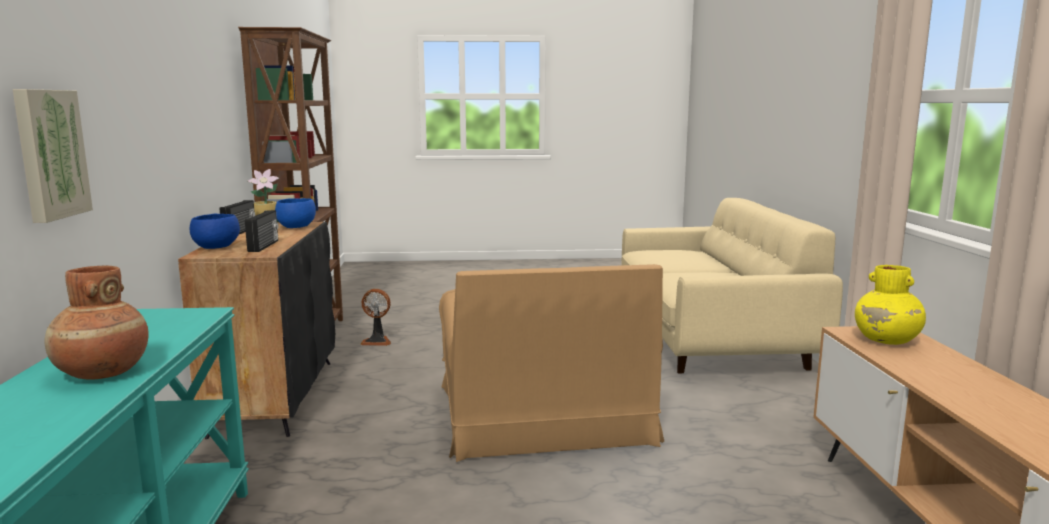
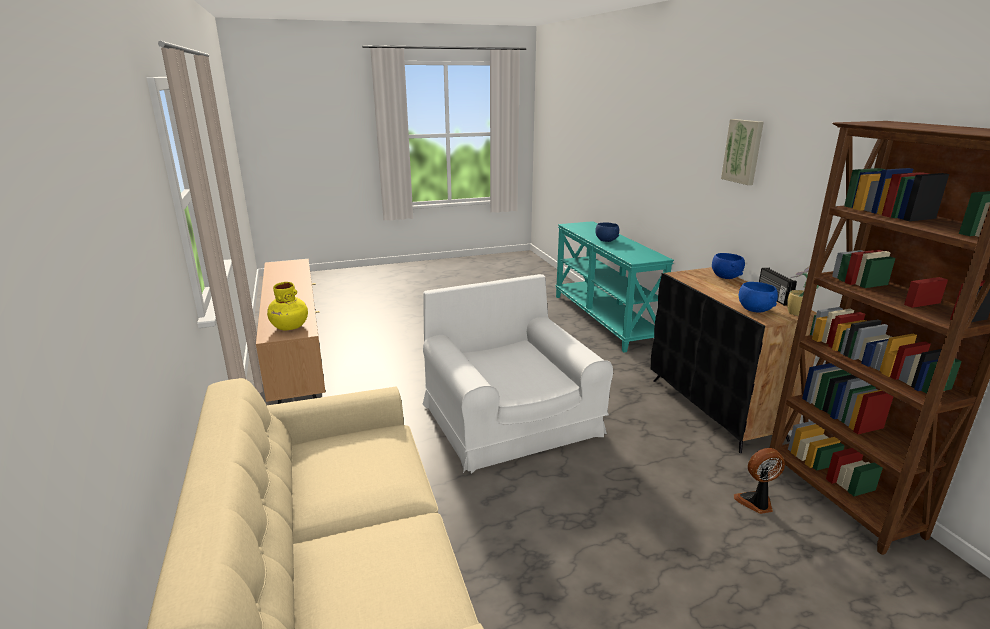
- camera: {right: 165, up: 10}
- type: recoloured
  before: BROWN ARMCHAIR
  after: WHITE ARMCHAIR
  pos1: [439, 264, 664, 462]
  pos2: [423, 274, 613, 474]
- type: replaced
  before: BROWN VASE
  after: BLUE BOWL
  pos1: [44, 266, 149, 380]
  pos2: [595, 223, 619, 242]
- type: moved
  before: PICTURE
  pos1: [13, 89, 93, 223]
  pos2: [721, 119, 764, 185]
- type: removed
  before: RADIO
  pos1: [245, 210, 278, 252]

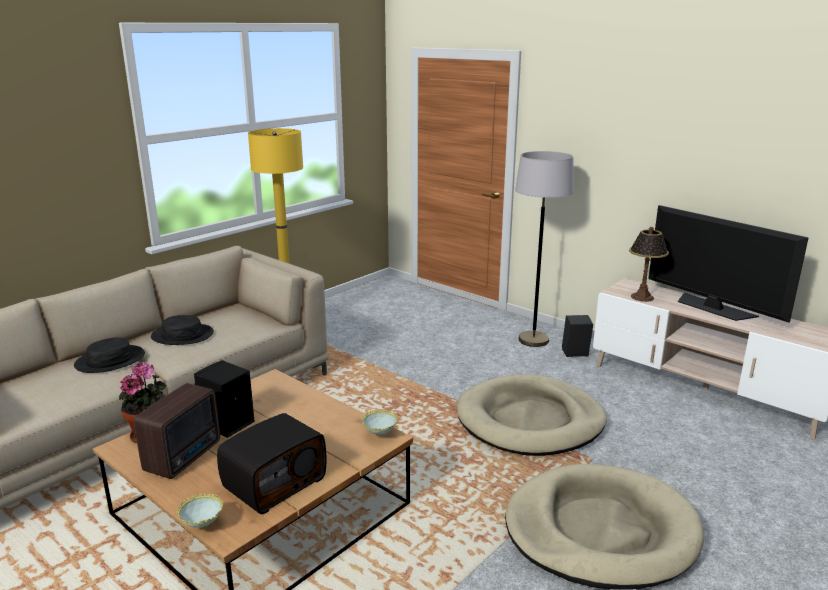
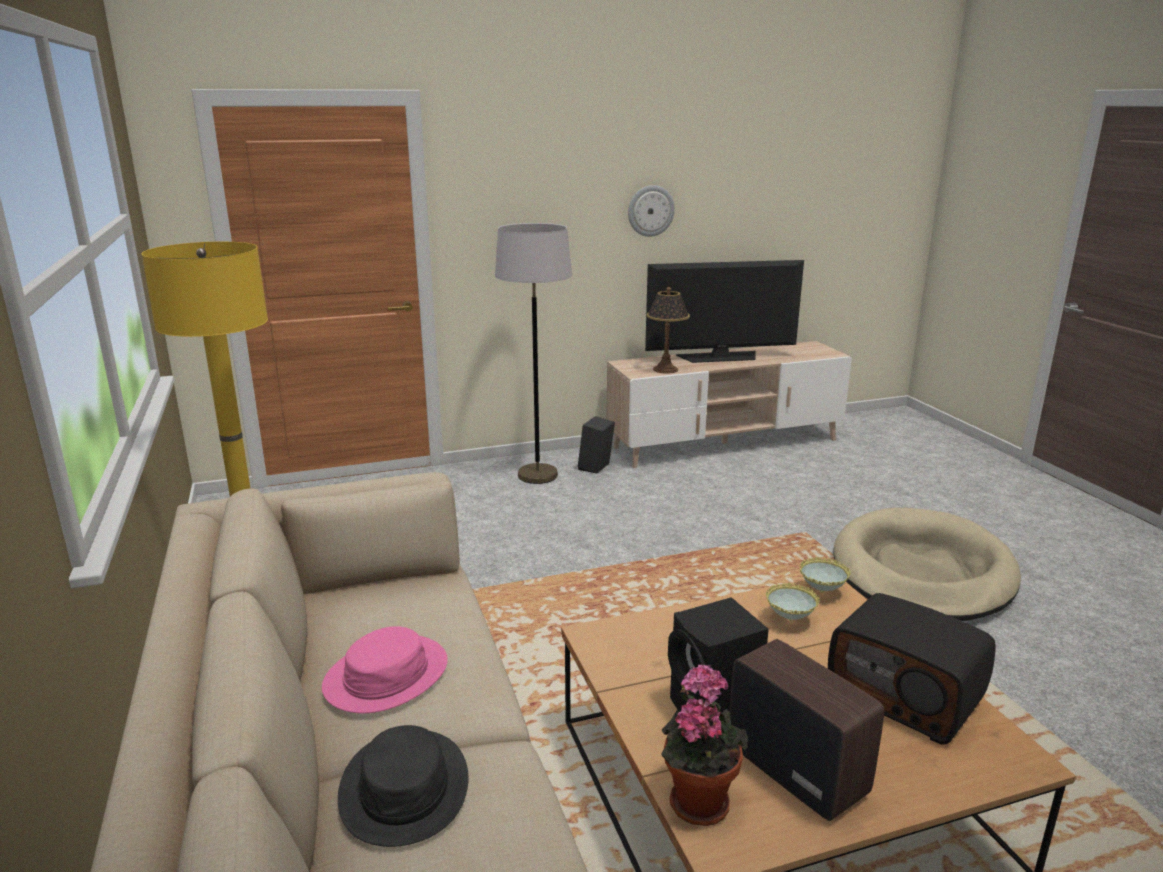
- camera: {right: -60, up: 0}
- type: recoloured
  before: BLACK HAT
  after: PINK HAT
  pos1: [151, 315, 214, 345]
  pos2: [322, 626, 448, 713]
- type: added
  after: WALL CLOCK
  pos2: [628, 185, 675, 237]
- type: moved
  before: BOWL
  pos1: [177, 493, 223, 528]
  pos2: [766, 582, 820, 621]
- type: turned
  before: RADIO
  pos1: [217, 413, 326, 514]
  pos2: [828, 593, 995, 744]
  turn: 150
- type: removed
  before: BEIGE DOG BED
  pos1: [457, 374, 607, 456]

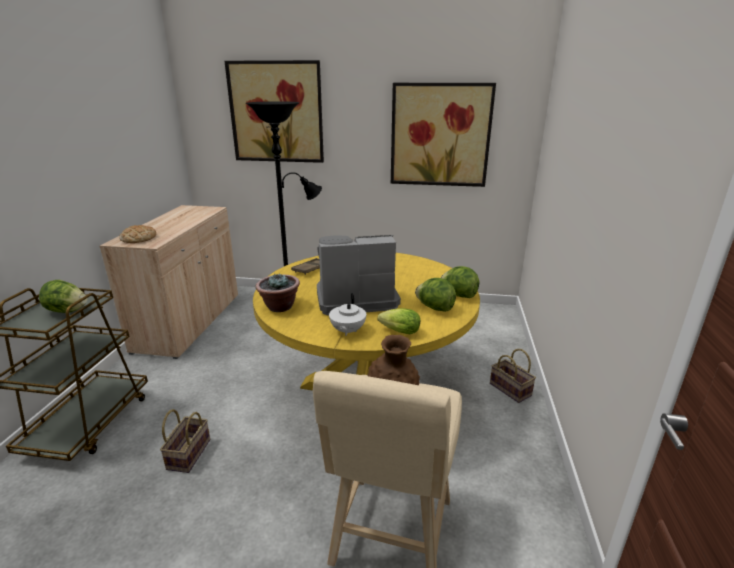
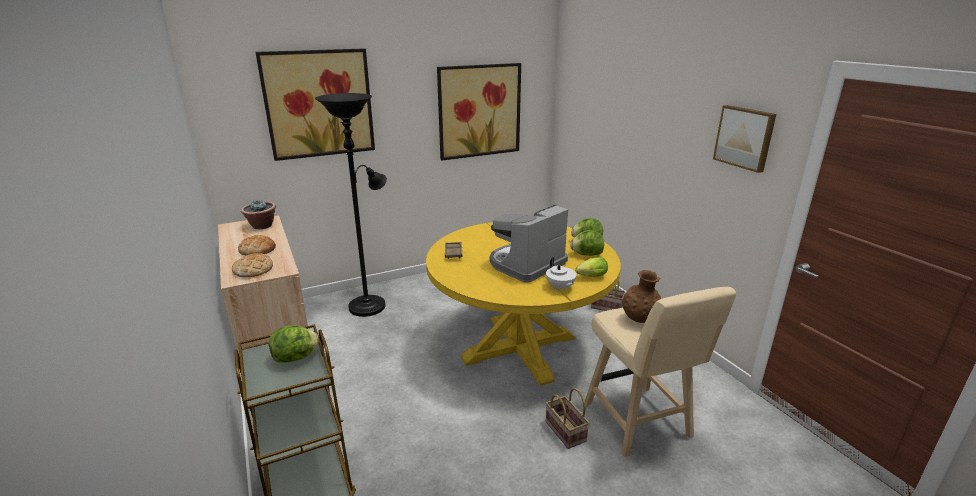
- camera: {right: -35, up: 0}
- type: added
  after: BREAD
  pos2: [238, 235, 276, 256]
- type: moved
  before: POTTED PLANT
  pos1: [255, 273, 300, 312]
  pos2: [241, 201, 276, 229]
- type: moved
  before: BASKET
  pos1: [160, 409, 210, 473]
  pos2: [546, 388, 590, 449]
- type: added
  after: PICTURE
  pos2: [713, 105, 776, 173]

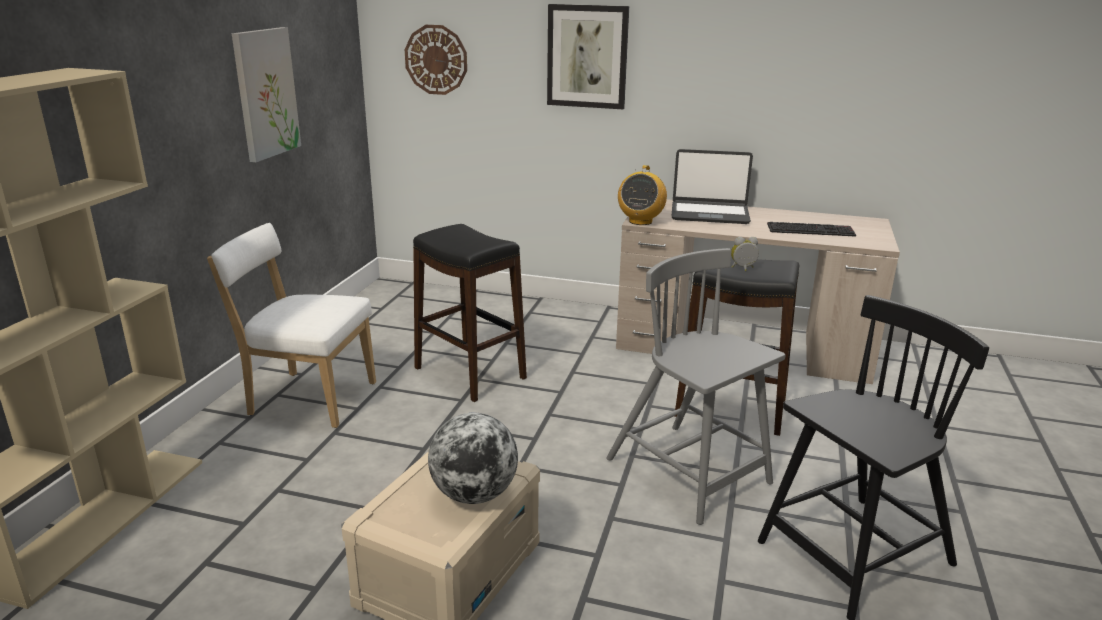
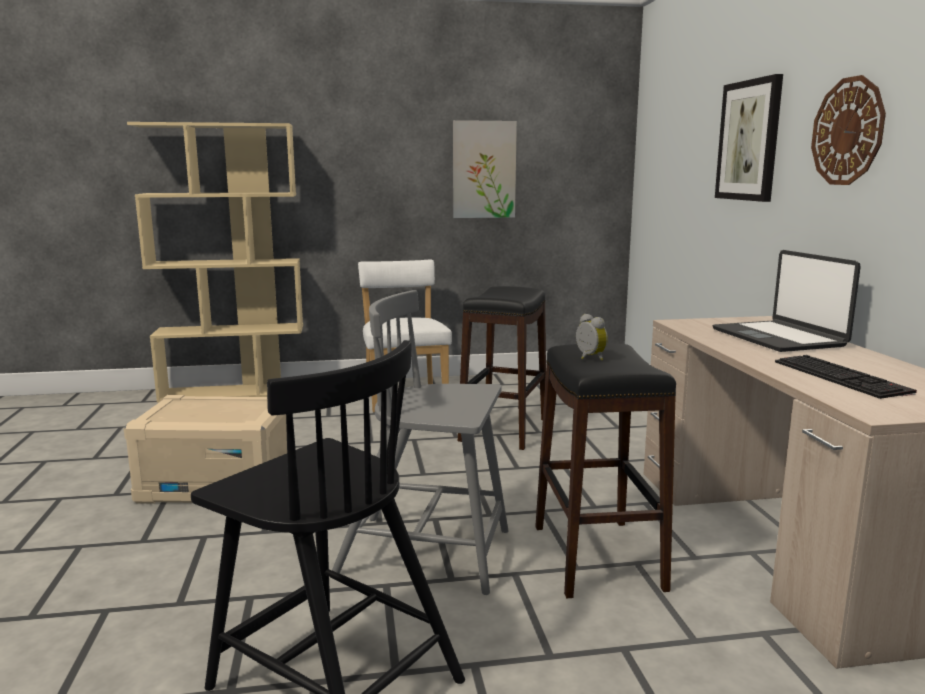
- camera: {right: 65, up: -10}
- type: turned
  before: GREY CHAIR
  pos1: [606, 248, 785, 525]
  pos2: [332, 290, 509, 595]
  turn: -105
- type: moved
  before: WALL CLOCK
  pos1: [405, 25, 467, 95]
  pos2: [811, 75, 886, 185]
- type: removed
  before: GLOBE
  pos1: [428, 413, 518, 504]
- type: removed
  before: RADIO
  pos1: [618, 165, 667, 225]

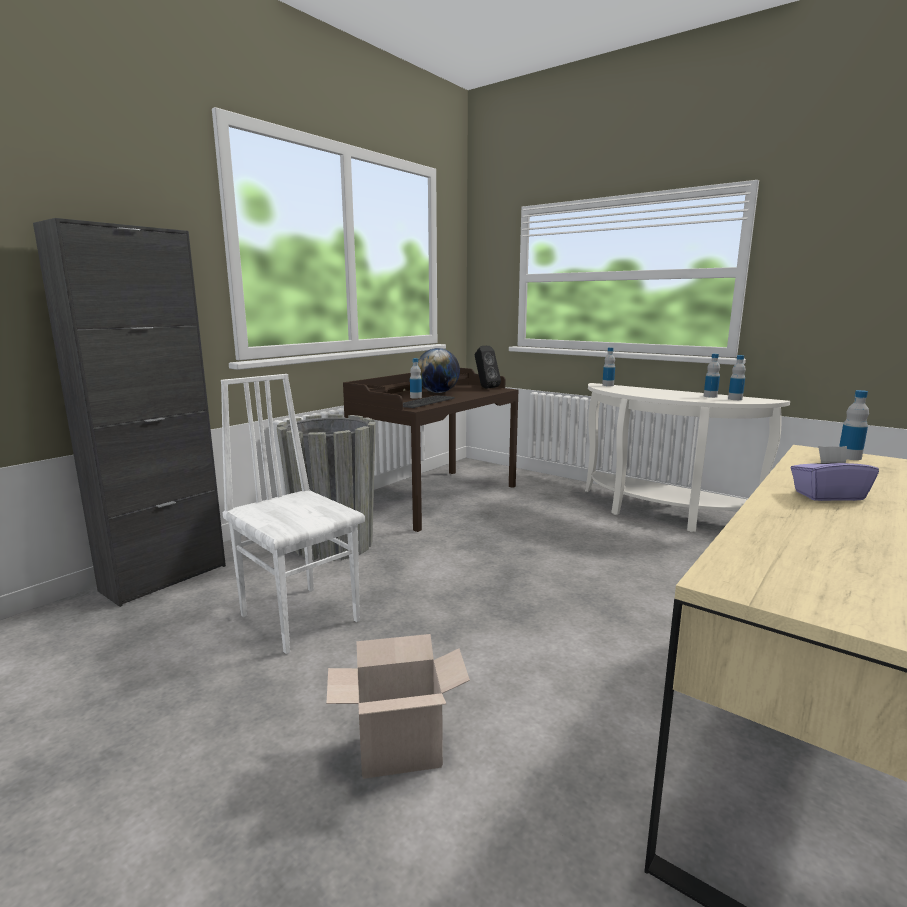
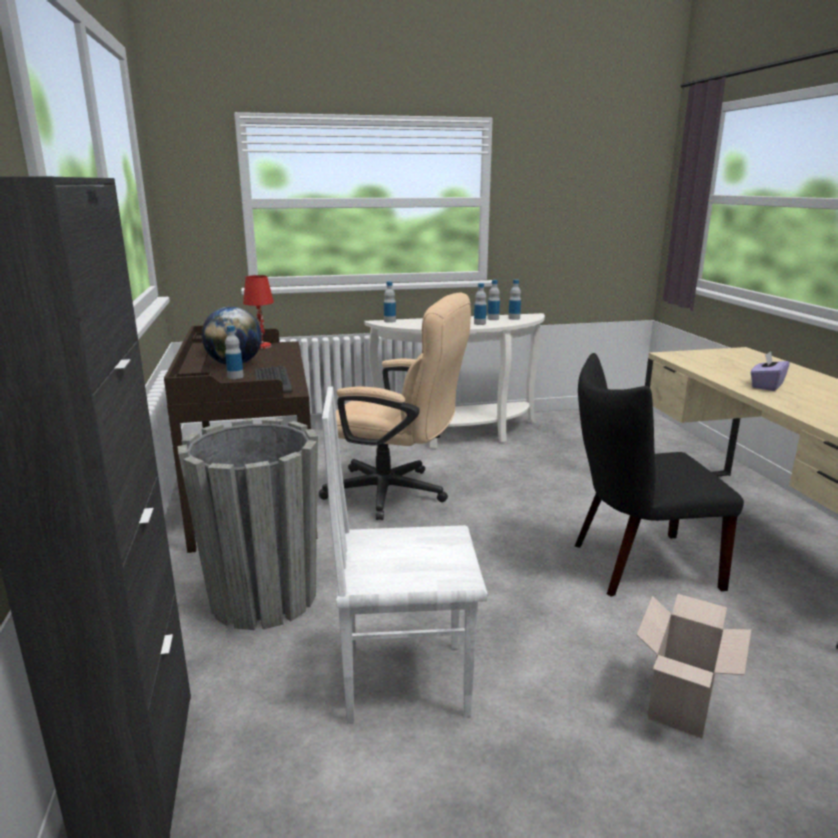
- camera: {right: -50, up: 5}
- type: replaced
  before: BLACK SPEAKER
  after: RED TABLE LAMP
  pos1: [475, 346, 501, 389]
  pos2: [243, 275, 274, 349]
- type: added
  after: BEIGE OFFICE CHAIR
  pos2: [319, 292, 471, 520]
- type: moved
  before: BOTTLE
  pos1: [839, 390, 869, 460]
  pos2: [474, 283, 487, 325]
- type: added
  after: BLACK CHAIR
  pos2: [575, 353, 744, 597]

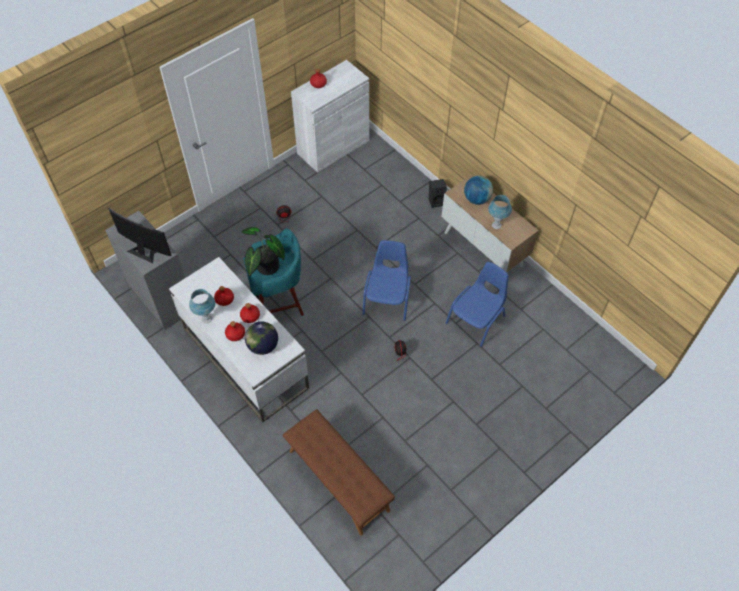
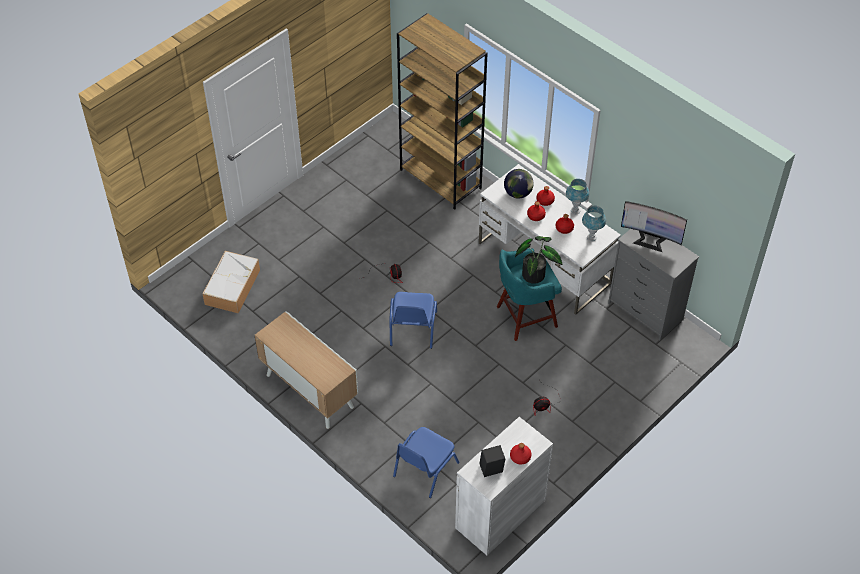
- camera: {right: 175, up: -5}
- type: added
  after: STORAGE BOX
  pos2: [203, 251, 260, 313]
- type: moved
  before: BLUE CHAIR
  pos1: [445, 262, 509, 347]
  pos2: [393, 427, 459, 498]
- type: replaced
  before: BROWN BENCH
  after: BROWN BOOKCASE
  pos1: [283, 409, 395, 535]
  pos2: [397, 13, 488, 210]
- type: moved
  before: BLACK SPEAKER
  pos1: [429, 179, 447, 208]
  pos2: [479, 445, 505, 477]
- type: moved
  before: BLUE TABLE LAMP
  pos1: [488, 195, 512, 229]
  pos2: [582, 206, 606, 241]
- type: removed
  before: GLOBE
  pos1: [464, 176, 493, 205]

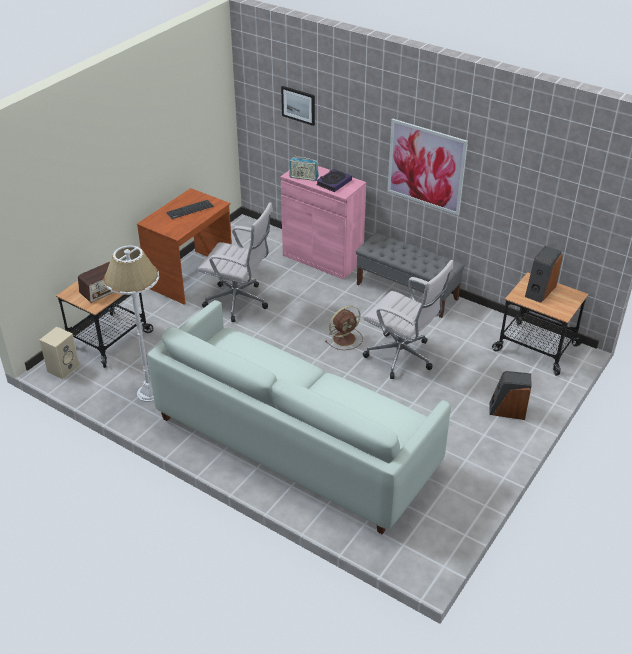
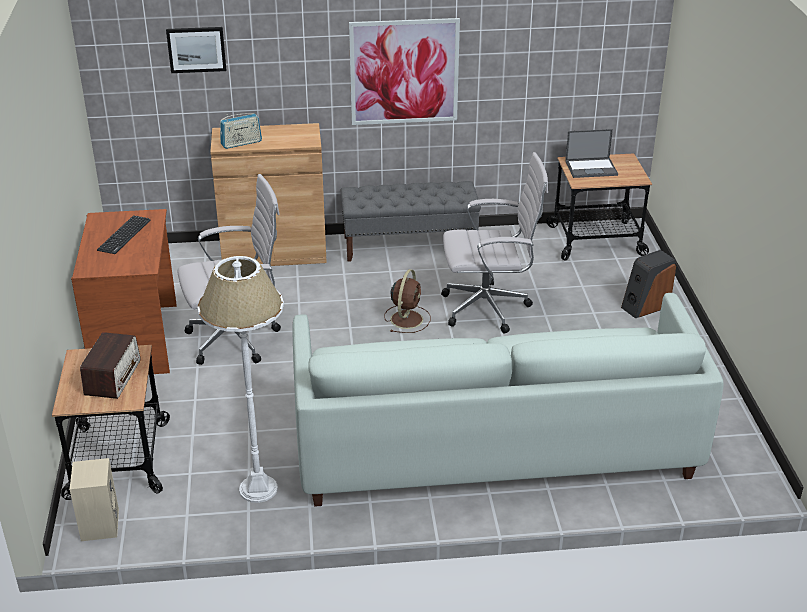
- camera: {right: -40, up: -5}
- type: recoloured
  before: PINK CABINET
  after: BROWN CABINET
  pos1: [281, 166, 366, 280]
  pos2: [210, 123, 327, 266]
- type: replaced
  before: SPEAKER
  after: LAPTOP
  pos1: [525, 246, 562, 303]
  pos2: [565, 129, 618, 178]
- type: removed
  before: BOOK
  pos1: [316, 169, 352, 192]

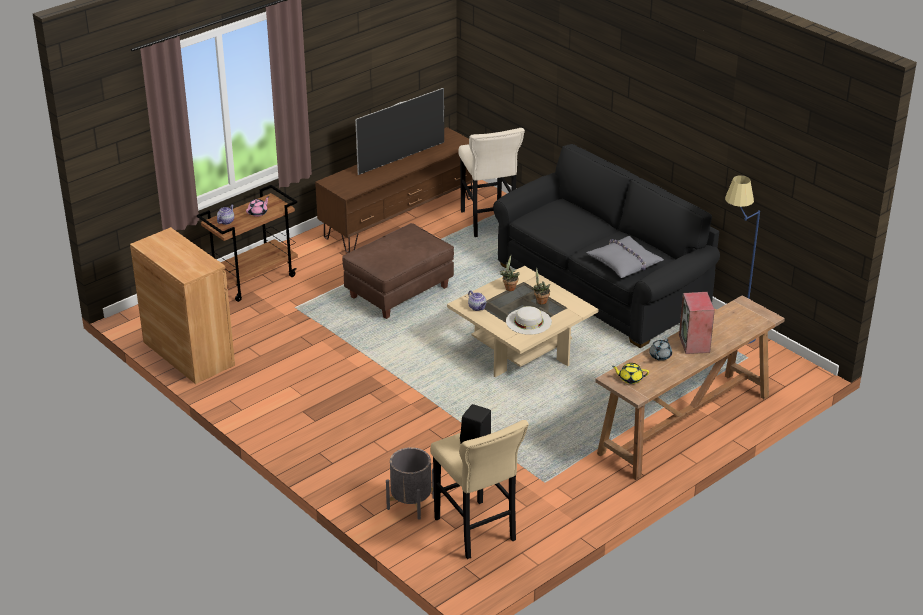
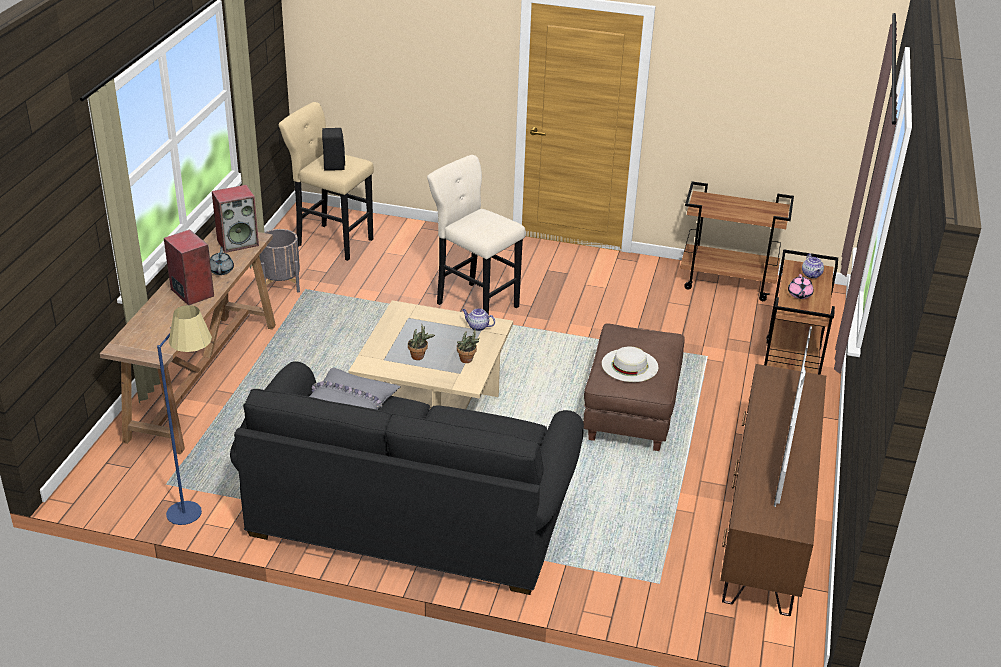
- camera: {right: 145, up: 0}
- type: replaced
  before: YELLOW TEAPOT
  after: SPEAKER
  pos1: [612, 363, 649, 384]
  pos2: [212, 185, 259, 253]
- type: moved
  before: GREY PLANTER
  pos1: [386, 447, 434, 520]
  pos2: [260, 229, 300, 293]
- type: moved
  before: BEIGE STOOL
  pos1: [458, 128, 525, 237]
  pos2: [427, 155, 525, 315]
- type: moved
  before: WHITE HAT
  pos1: [506, 306, 552, 335]
  pos2: [602, 346, 659, 382]
- type: replaced
  before: BROWN CABINET
  after: BROWN CART
  pos1: [130, 227, 235, 384]
  pos2: [680, 181, 794, 301]

